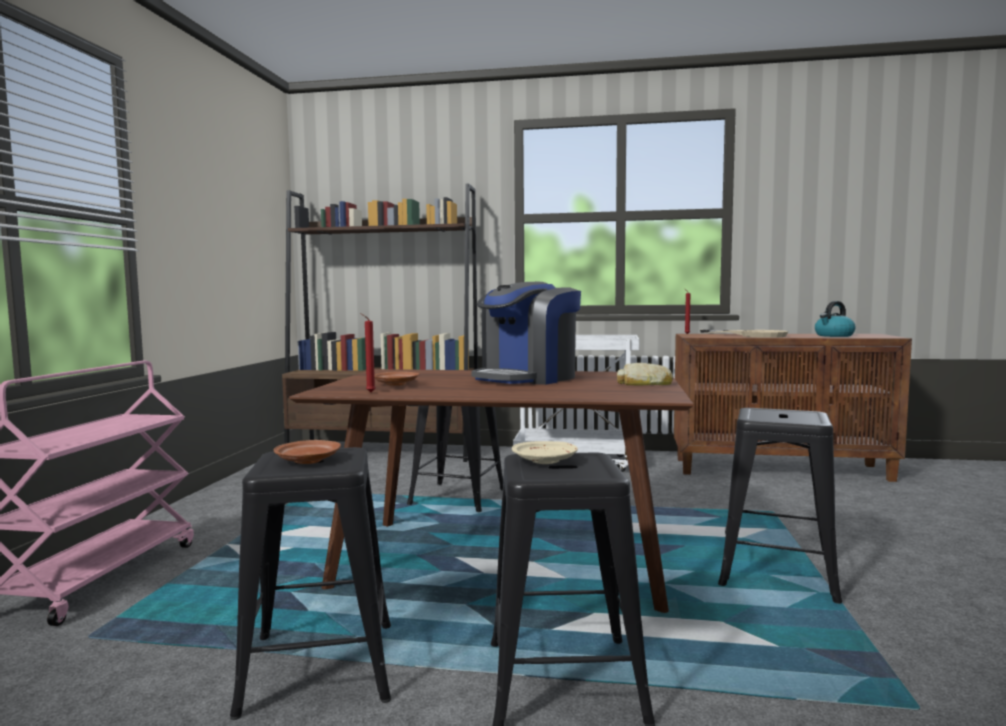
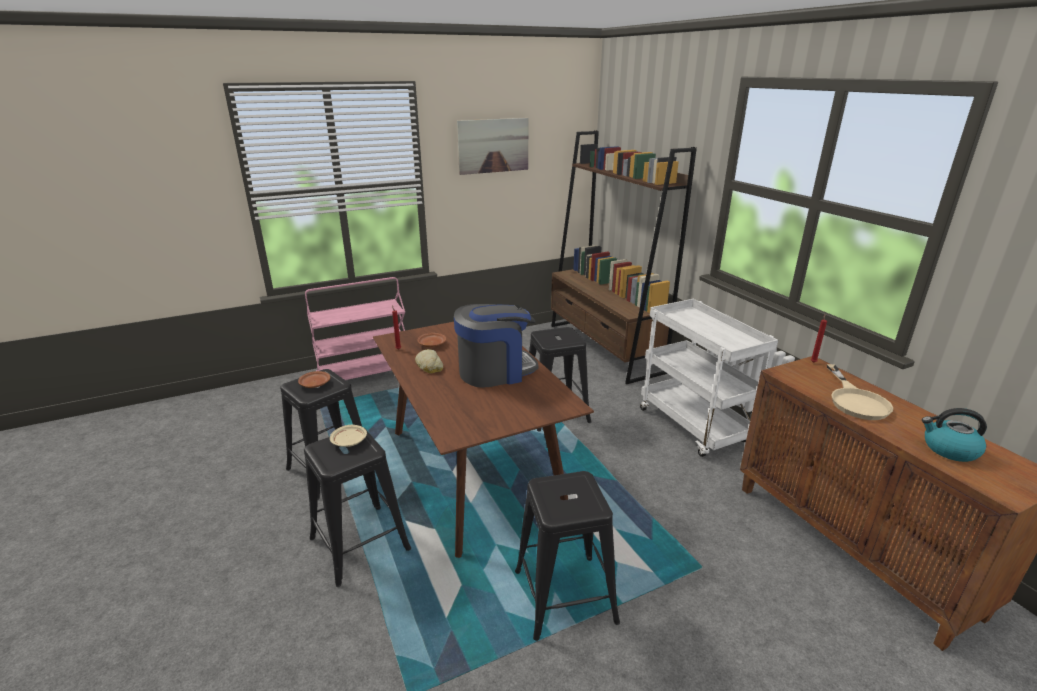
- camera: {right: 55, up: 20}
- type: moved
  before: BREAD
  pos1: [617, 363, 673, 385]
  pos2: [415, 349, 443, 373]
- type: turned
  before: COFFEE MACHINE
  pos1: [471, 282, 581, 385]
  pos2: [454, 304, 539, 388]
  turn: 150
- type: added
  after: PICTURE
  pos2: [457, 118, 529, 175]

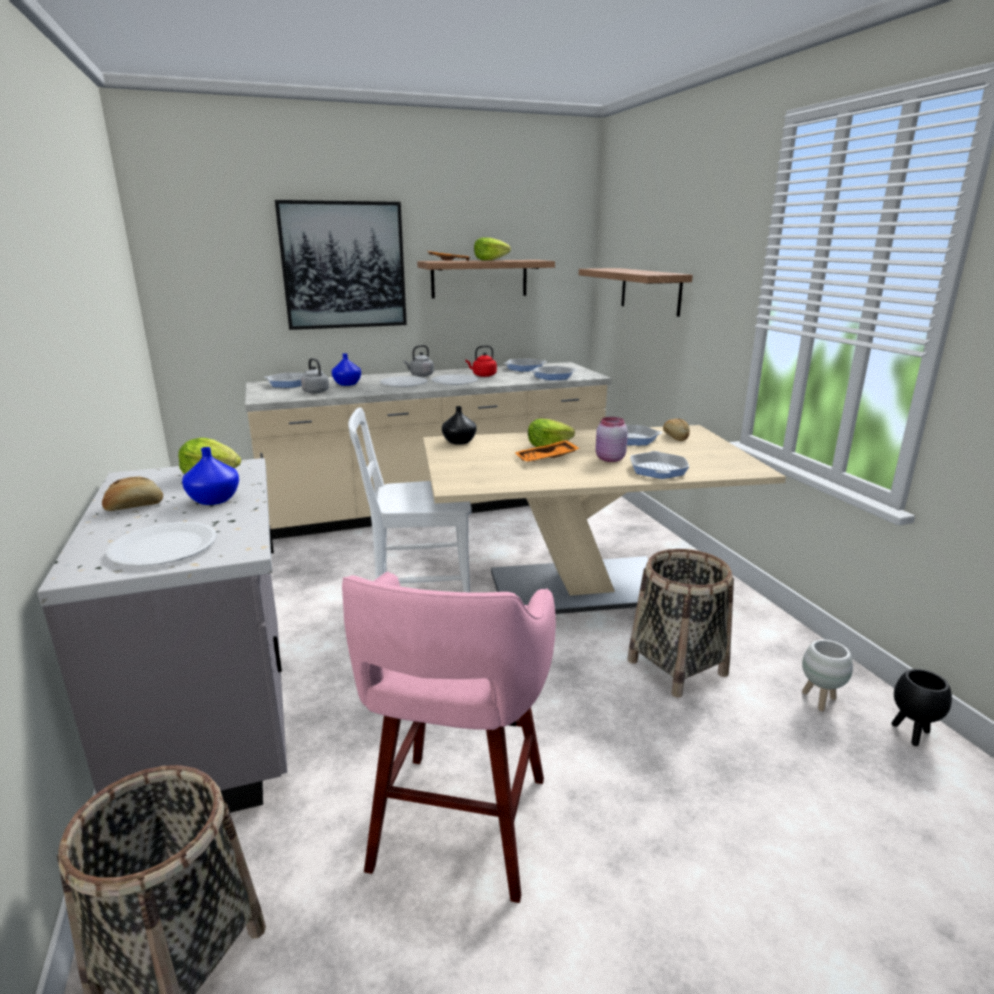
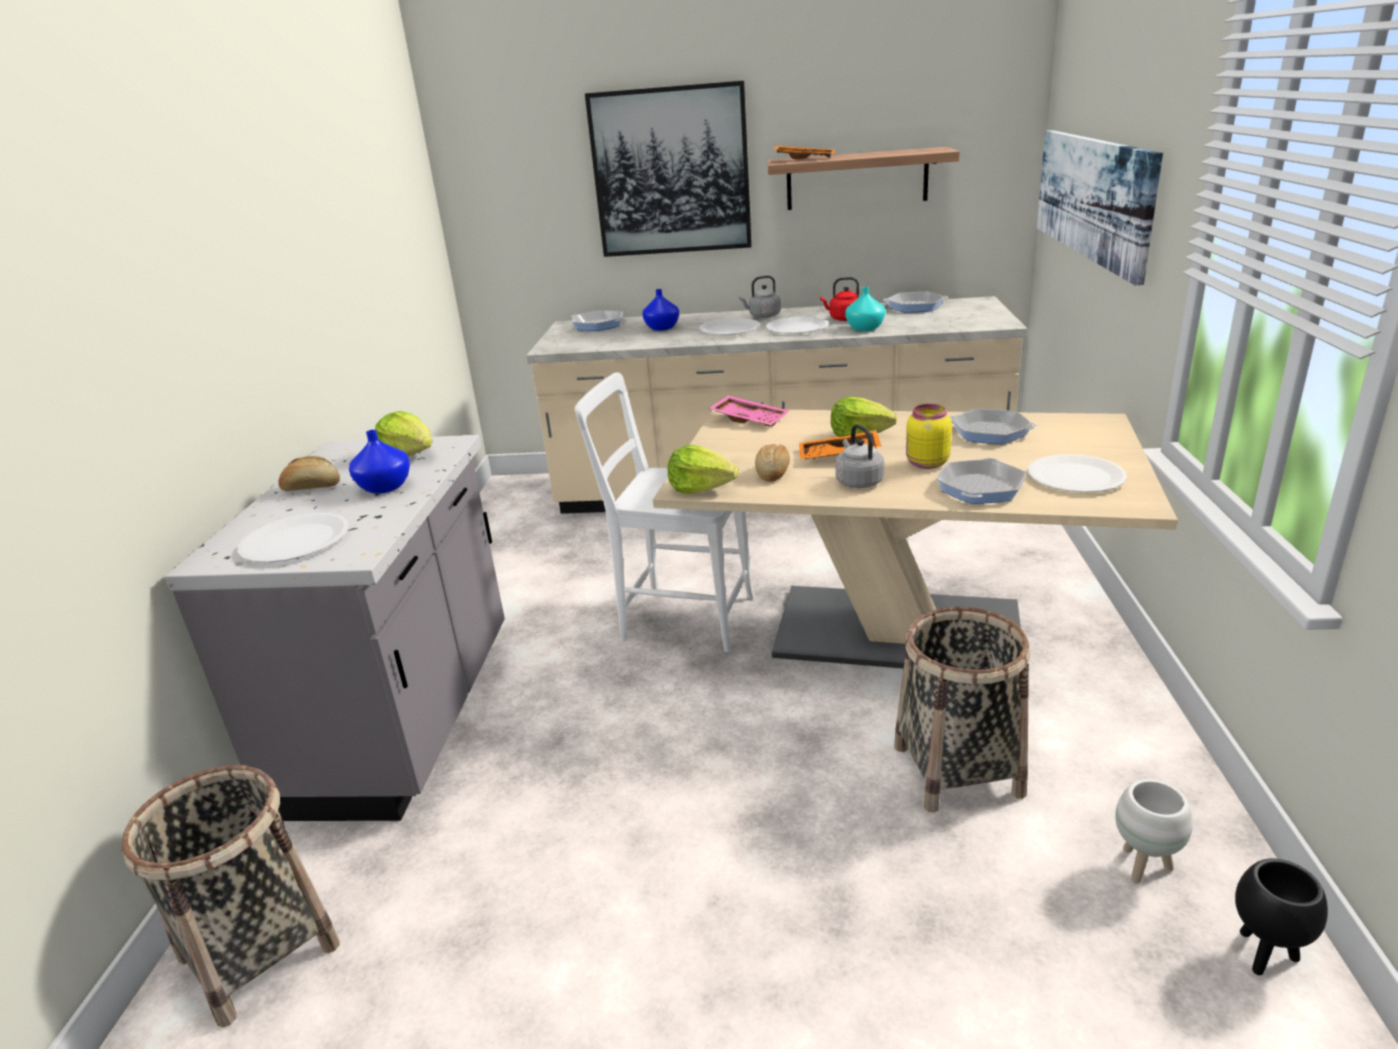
- camera: {right: 25, up: 5}
- type: moved
  before: LETTUCE
  pos1: [474, 237, 511, 260]
  pos2: [668, 445, 738, 493]
- type: replaced
  before: BLACK VASE
  after: PINK TRAY
  pos1: [442, 406, 476, 445]
  pos2: [708, 395, 790, 427]
- type: moved
  before: BREAD
  pos1: [663, 419, 690, 441]
  pos2: [755, 444, 790, 482]
- type: moved
  before: GREY KETTLE
  pos1: [301, 358, 329, 393]
  pos2: [835, 424, 884, 488]
- type: added
  after: TURQUOISE VASE
  pos2: [845, 287, 885, 331]
- type: recoloured
  before: PINK JAR
  after: YELLOW JAR
  pos1: [596, 417, 628, 462]
  pos2: [906, 404, 952, 469]
- type: added
  after: WHITE PLATE
  pos2: [1028, 454, 1127, 493]
- type: replaced
  before: SHELF
  after: PICTURE
  pos1: [579, 268, 693, 317]
  pos2: [1037, 130, 1163, 285]
- type: removed
  before: PINK STOOL
  pos1: [342, 572, 556, 903]
- type: removed
  before: FRYING PAN
  pos1: [530, 366, 577, 380]

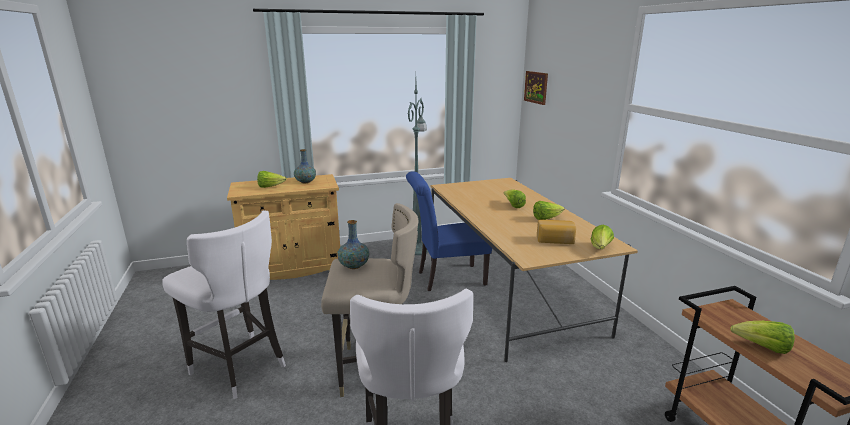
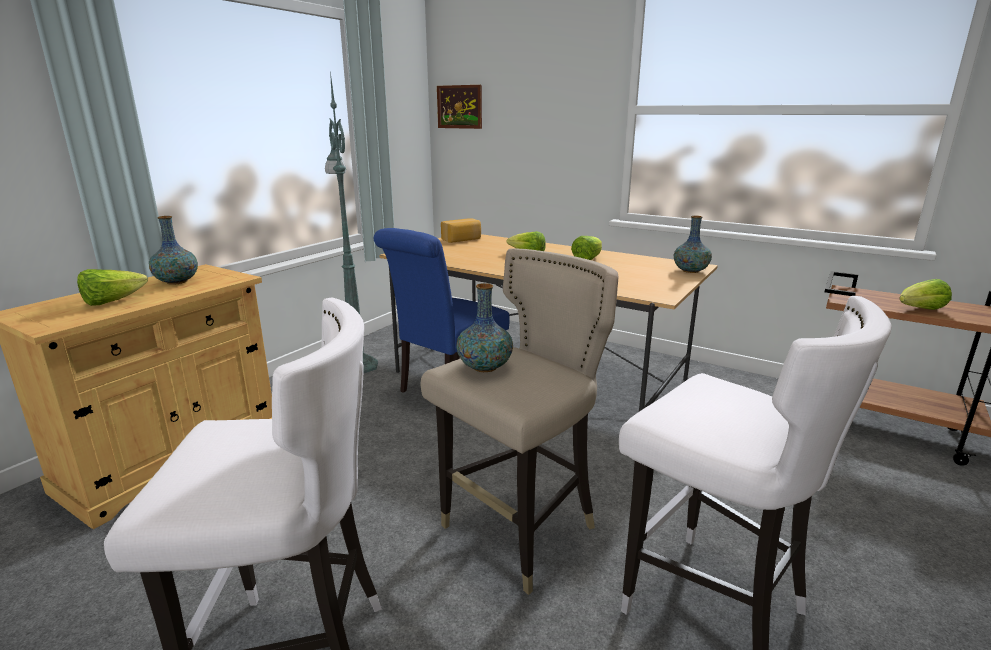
- camera: {right: -40, up: 0}
- type: moved
  before: BREAD
  pos1: [537, 220, 576, 244]
  pos2: [441, 218, 481, 243]
- type: replaced
  before: LETTUCE
  after: VASE
  pos1: [591, 225, 614, 249]
  pos2: [674, 216, 712, 273]

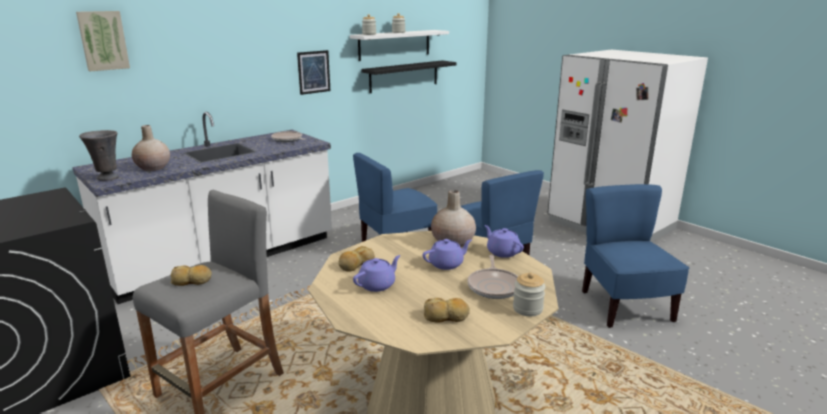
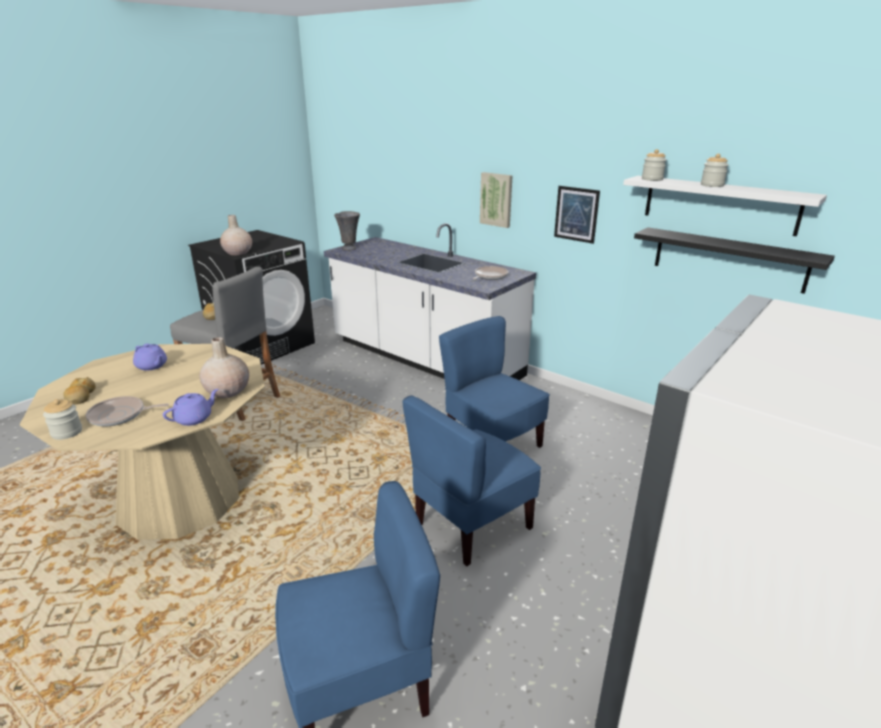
- camera: {right: 80, up: 5}
- type: moved
  before: BEIGE VASE
  pos1: [132, 125, 170, 171]
  pos2: [220, 215, 252, 255]
- type: moved
  before: PICTURE
  pos1: [76, 11, 130, 71]
  pos2: [480, 172, 513, 228]
- type: removed
  before: BREAD
  pos1: [339, 246, 375, 272]
- type: removed
  before: PURPLE TEAPOT
  pos1: [423, 239, 472, 270]

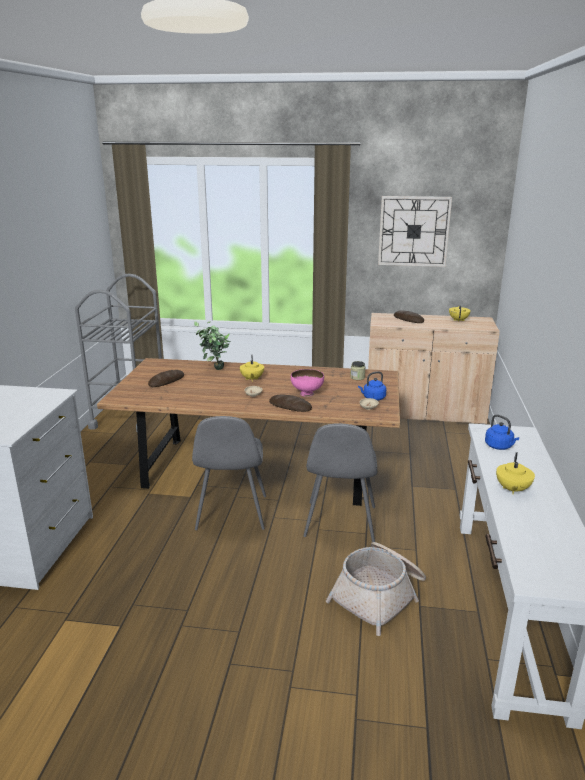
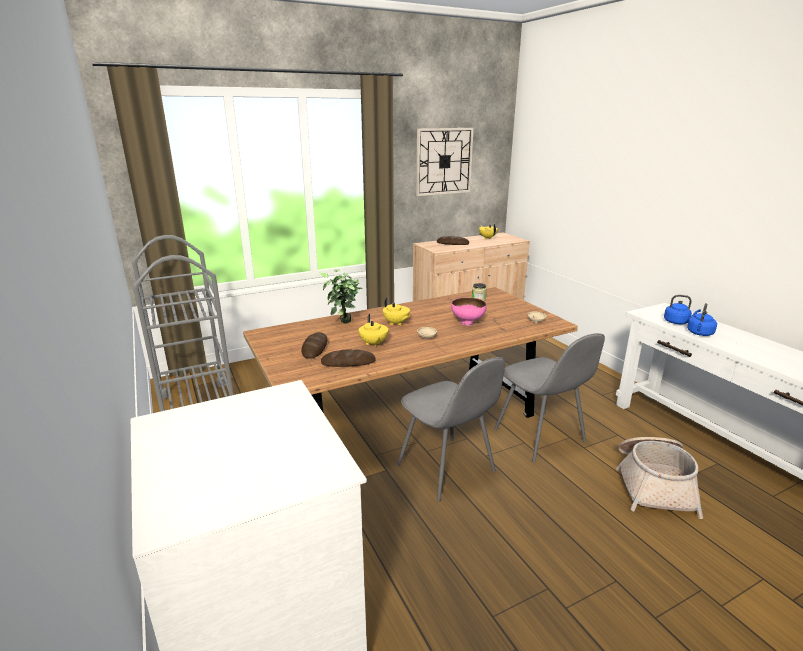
- camera: {right: -35, up: 0}
- type: moved
  before: BREAD
  pos1: [269, 394, 312, 412]
  pos2: [321, 350, 375, 367]
- type: moved
  before: YELLOW TEAPOT
  pos1: [496, 452, 535, 494]
  pos2: [359, 314, 388, 347]
- type: moved
  before: BLUE KETTLE
  pos1: [358, 371, 386, 401]
  pos2: [687, 303, 717, 336]

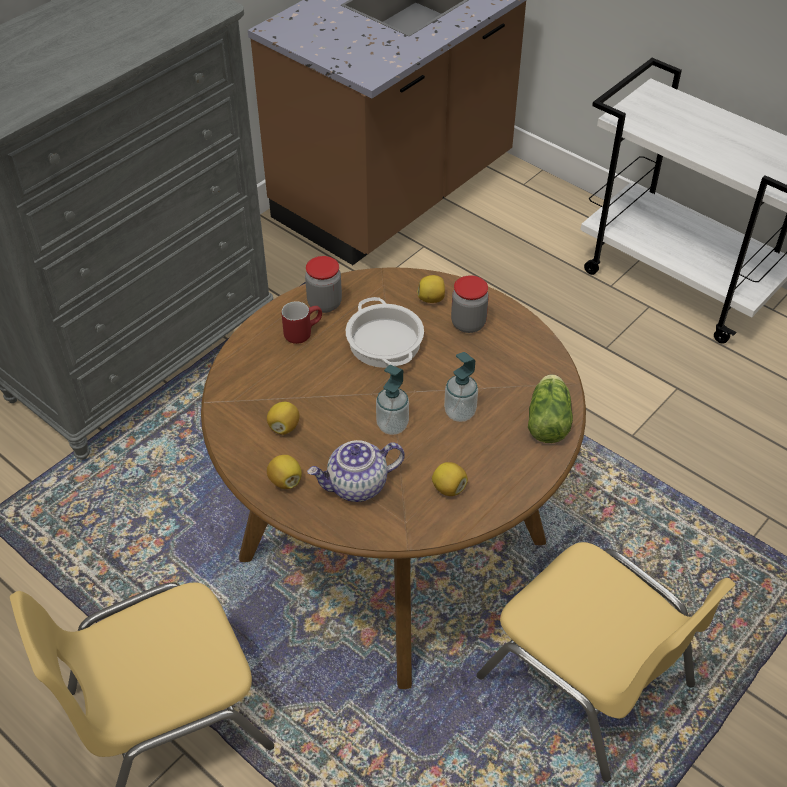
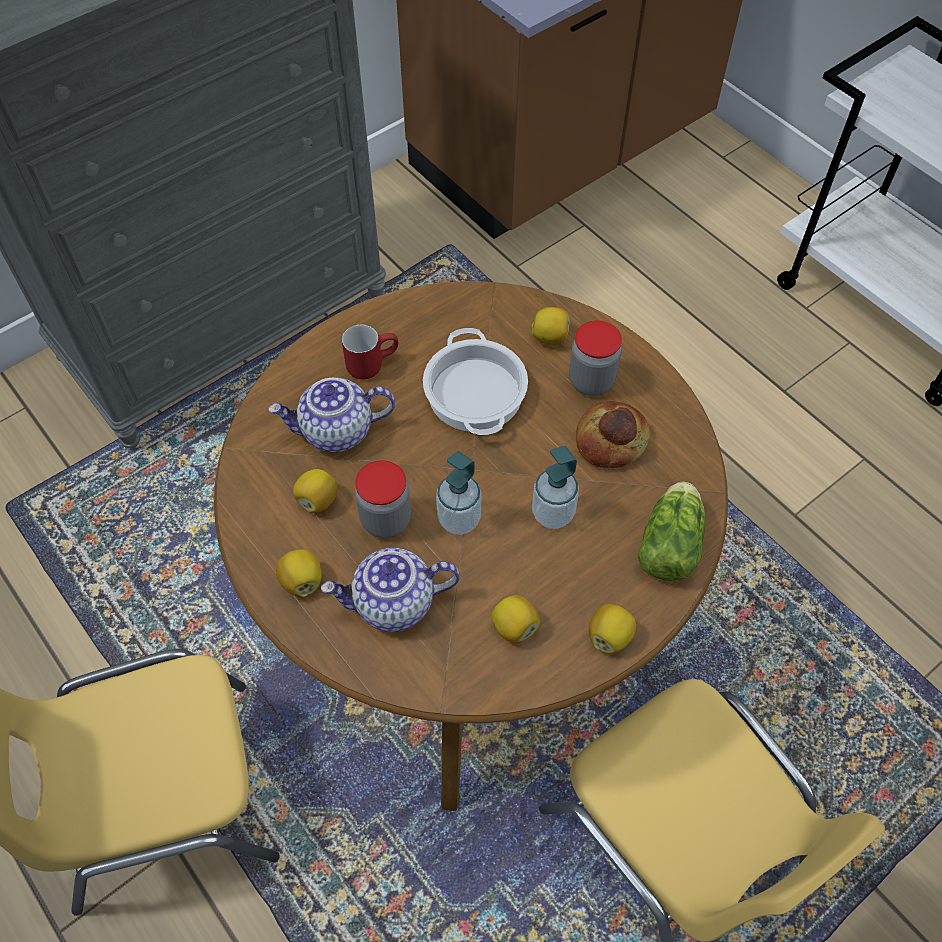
- camera: {right: 10, up: 10}
- type: added
  after: TEAPOT
  pos2: [268, 377, 395, 452]
- type: moved
  before: JAR
  pos1: [305, 256, 342, 313]
  pos2: [355, 461, 411, 538]
- type: added
  after: BREAD
  pos2: [576, 401, 650, 468]
- type: added
  after: LEMON
  pos2: [589, 604, 636, 653]

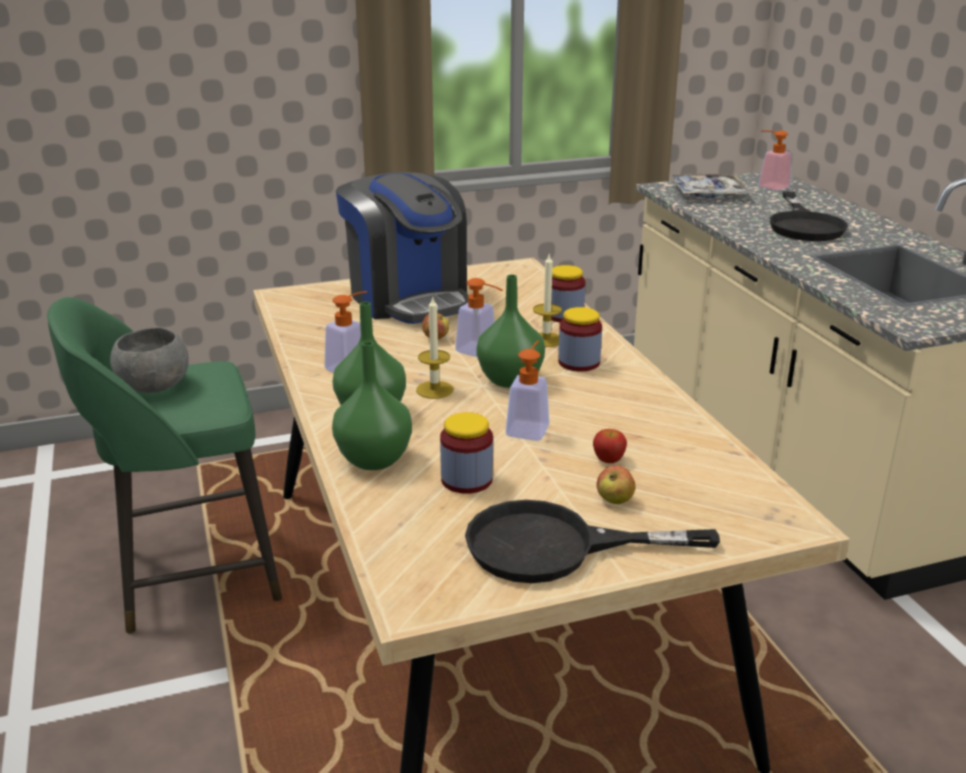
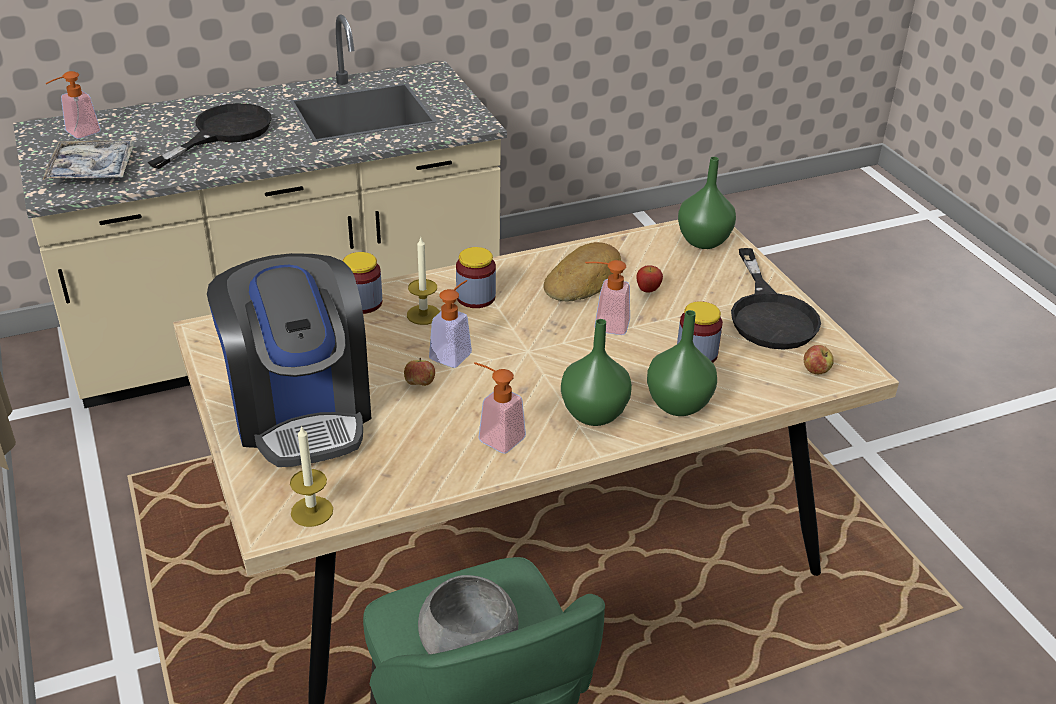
- camera: {right: -95, up: 10}
- type: turned
  before: BLACK FRYING PAN
  pos1: [770, 192, 848, 241]
  pos2: [148, 103, 272, 169]
  turn: -60
- type: turned
  before: COFFEE MACHINE
  pos1: [336, 172, 469, 324]
  pos2: [207, 253, 371, 467]
  turn: 105
- type: moved
  before: CANDLE
  pos1: [416, 295, 454, 399]
  pos2: [290, 425, 333, 527]
- type: added
  after: BREAD
  pos2: [544, 242, 621, 302]
- type: moved
  before: GREEN VASE
  pos1: [476, 275, 545, 388]
  pos2: [678, 157, 736, 249]
- type: moved
  before: APPLE
  pos1: [597, 465, 636, 504]
  pos2: [804, 345, 834, 374]

